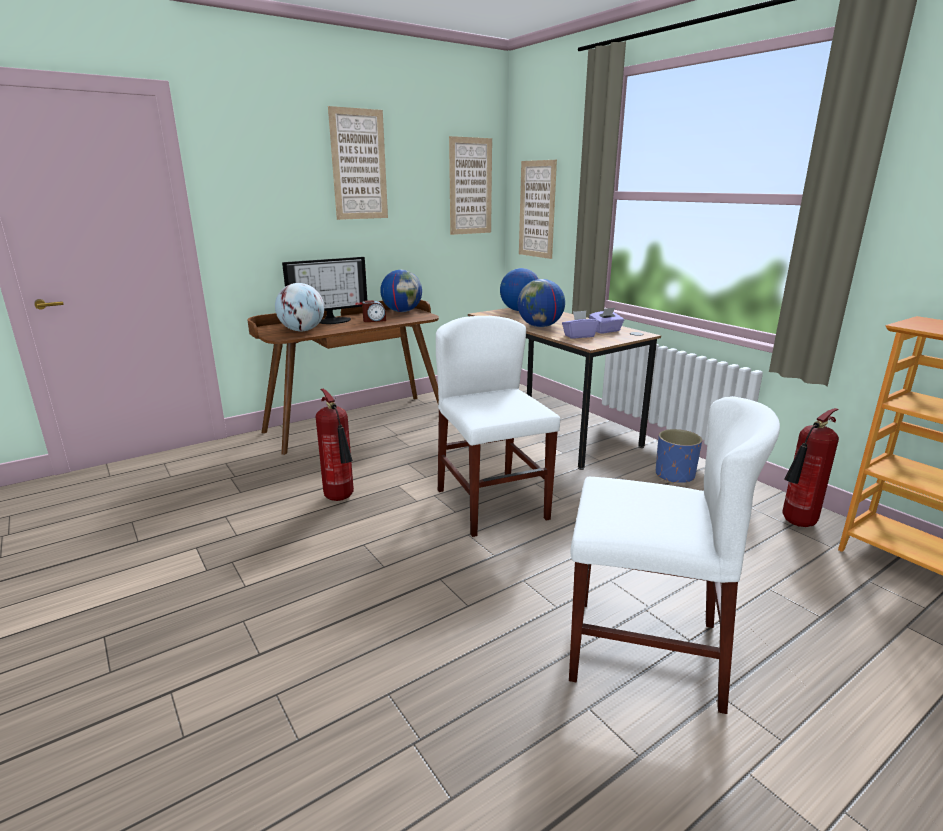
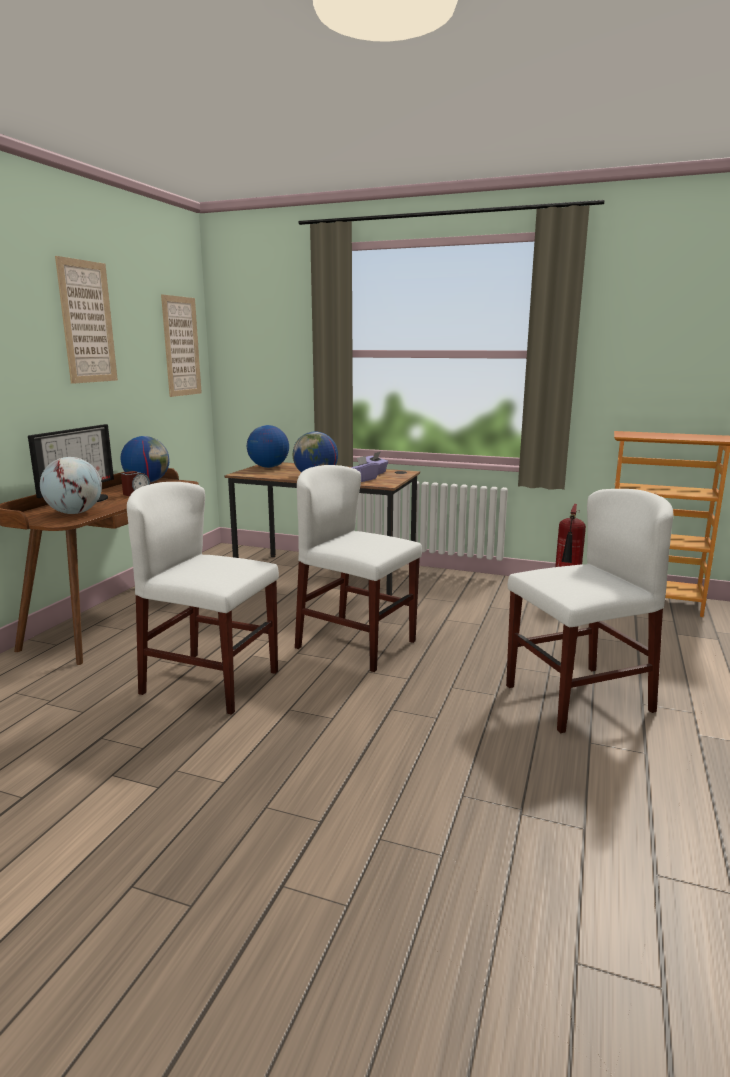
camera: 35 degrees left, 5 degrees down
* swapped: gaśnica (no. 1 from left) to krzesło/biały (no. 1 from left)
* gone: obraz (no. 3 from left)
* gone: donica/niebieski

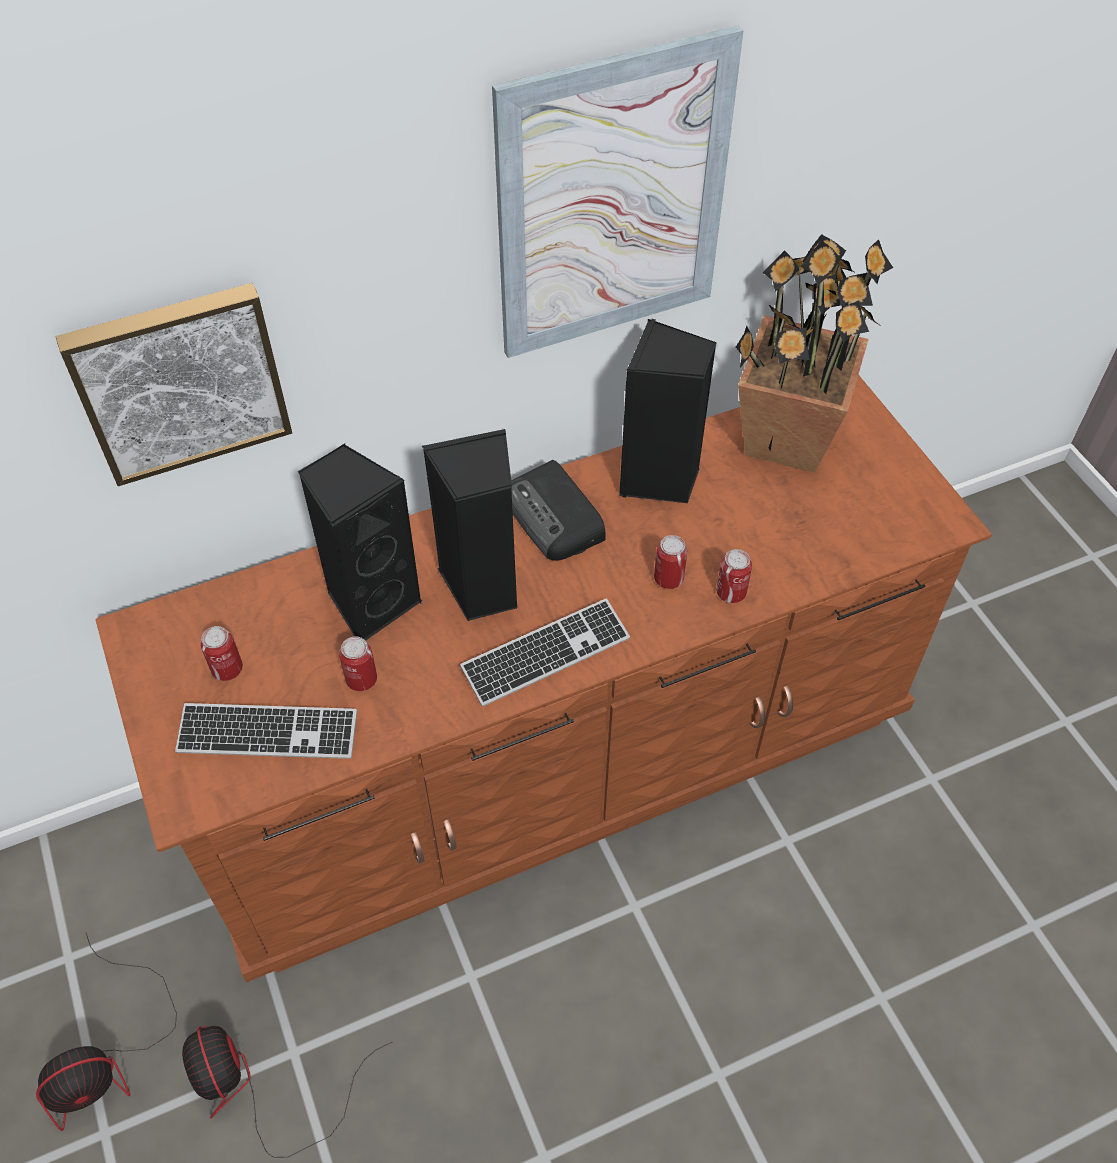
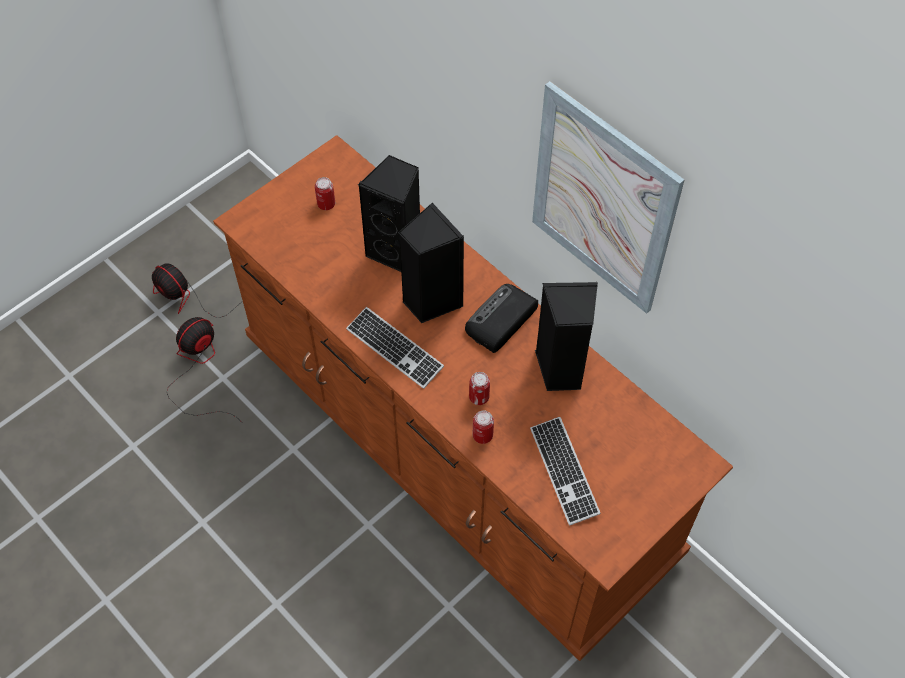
camera: 70 degrees right, 5 degrees up
* shifted: klawiatura (no. 1 from left in the first image) to klawiatura (no. 2 from left)
* gone: obraz (no. 1 from left)
* gone: puszka (no. 2 from left)
* gone: roślina doniczkowa

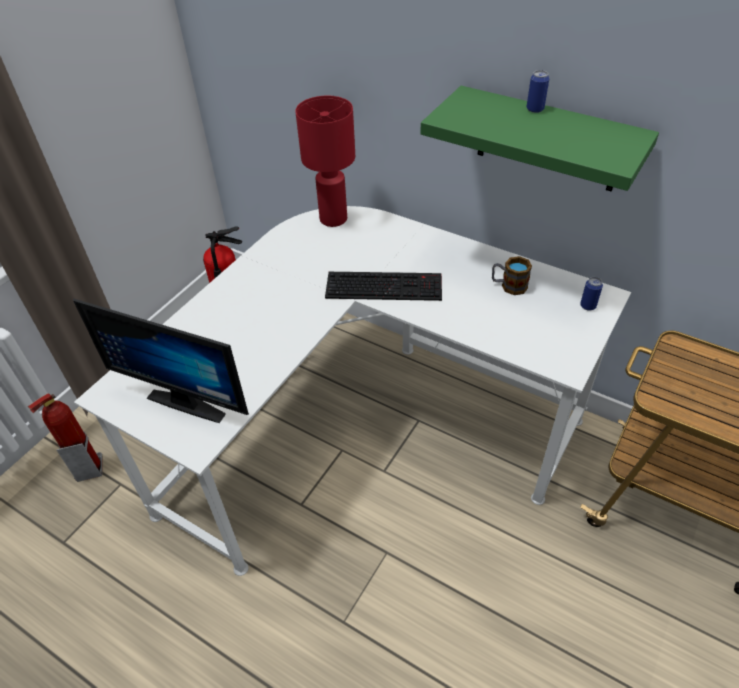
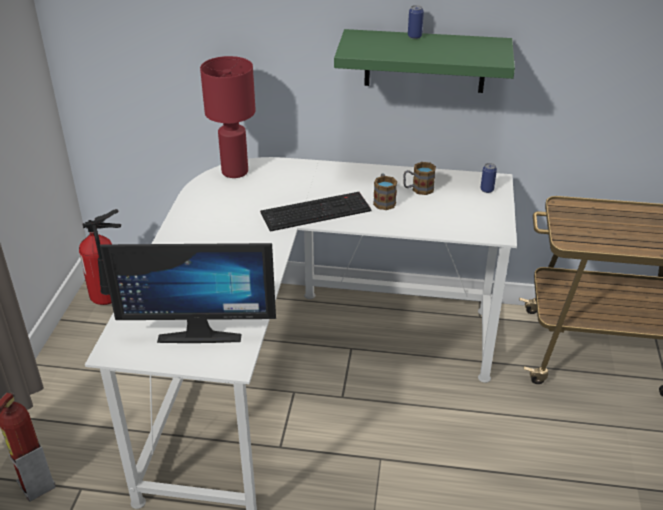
camera: 25 degrees left, 10 degrees down
* new: kubek (no. 1 from left)

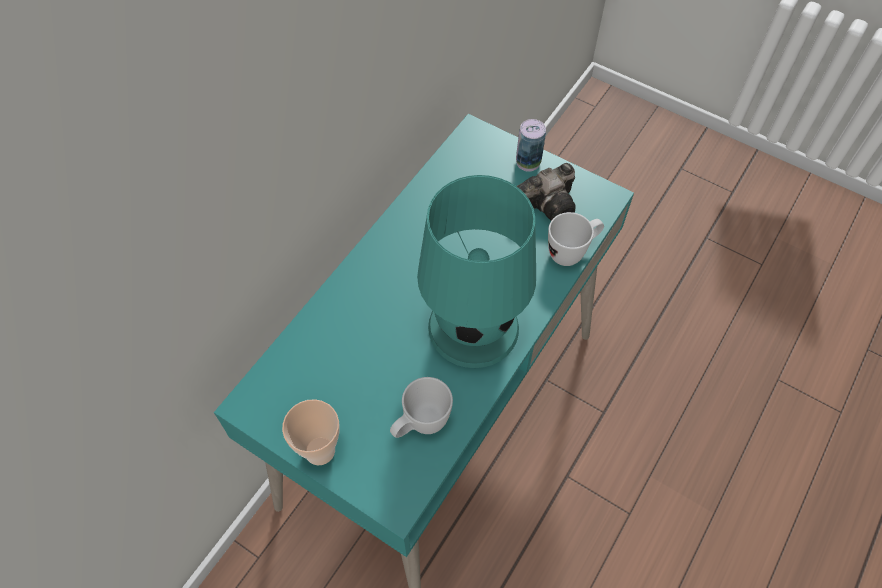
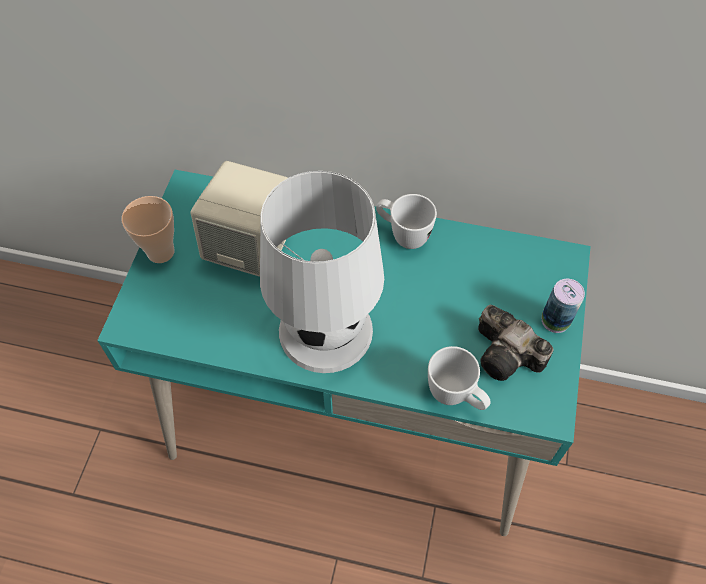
camera: 70 degrees right, 0 degrees up
* new: głośnik/beżowy
* repainted: lampa stołowa/turkusowy to lampa stołowa/biały
* shifted: kubek/biały (no. 1 from left)

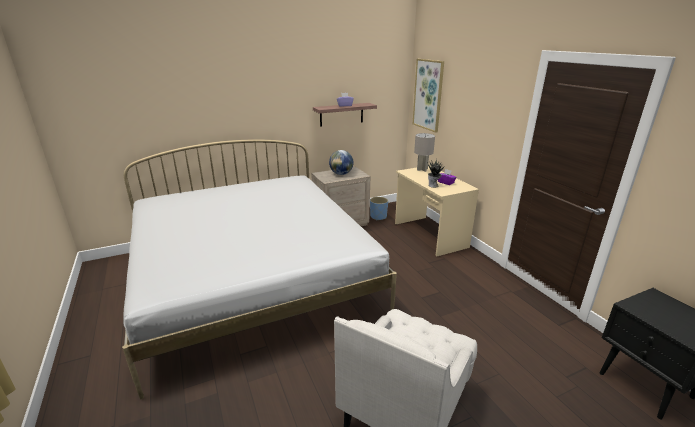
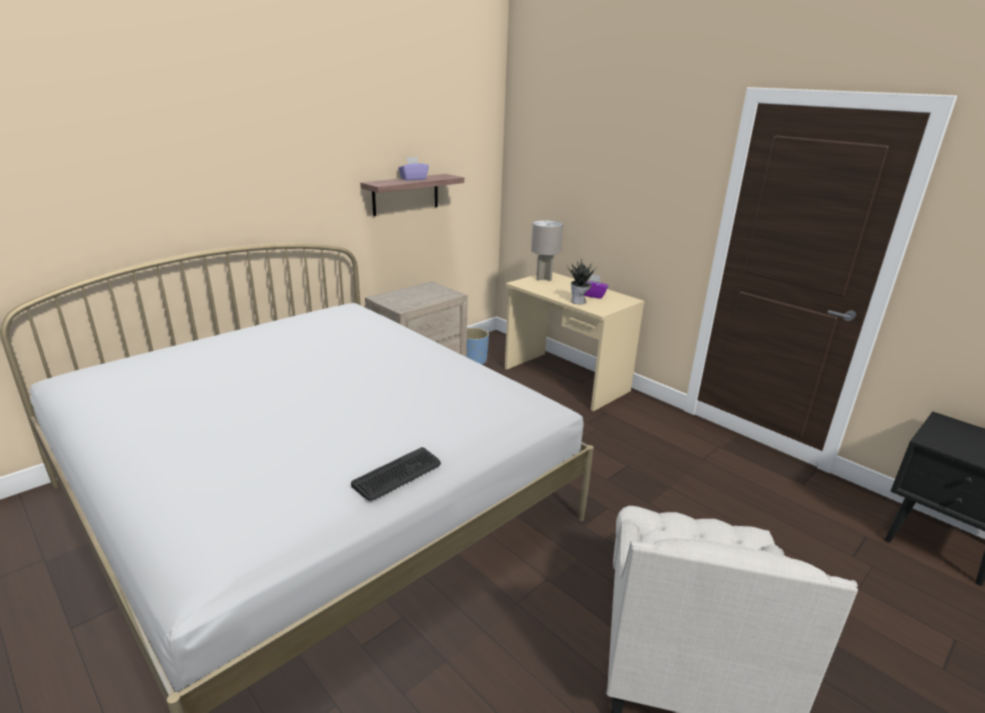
camera: 20 degrees left, 0 degrees up
* new: klawiatura
* gone: globus
* gone: obraz

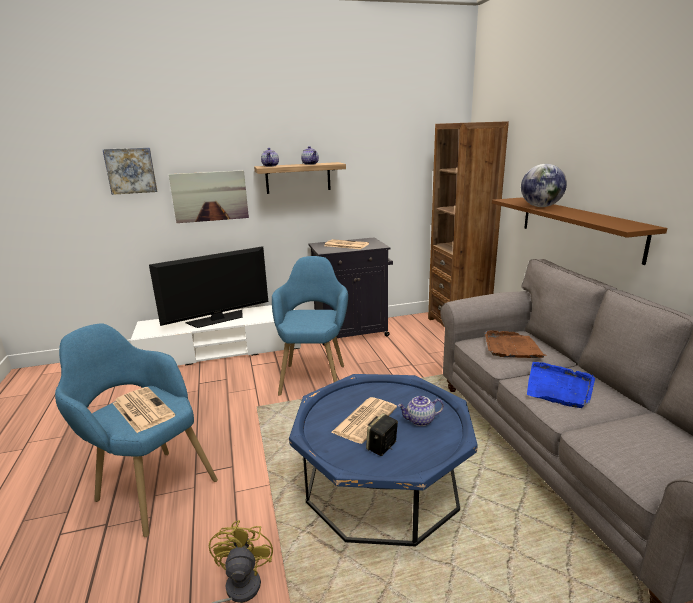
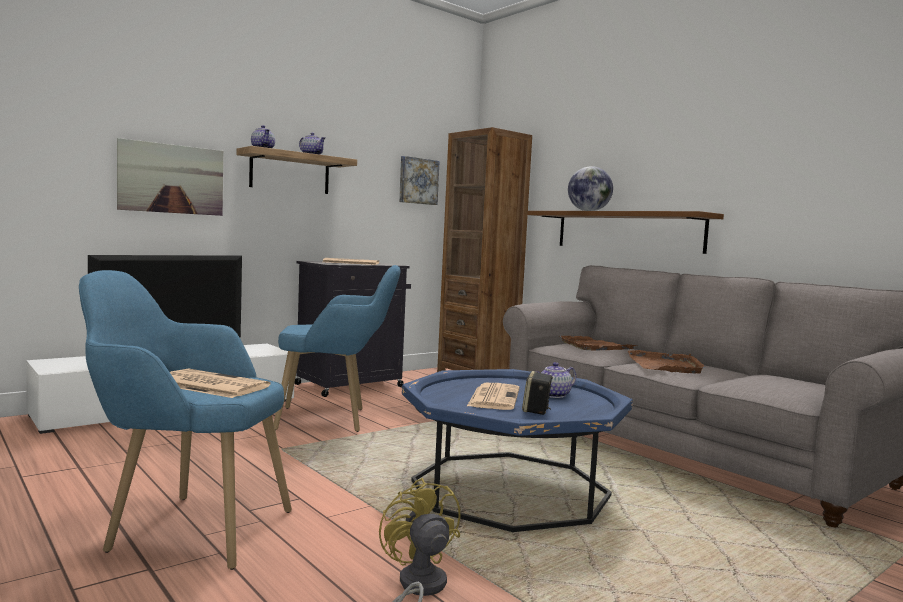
camera: 25 degrees left, 15 degrees down
* rotated: fotel/niebieski (no. 2 from left) 105 degrees clockwise
* shifted: obraz (no. 1 from left in the first image) to obraz (no. 2 from left)
* repainted: taca/niebieski to taca/brązowy (no. 2 from left)

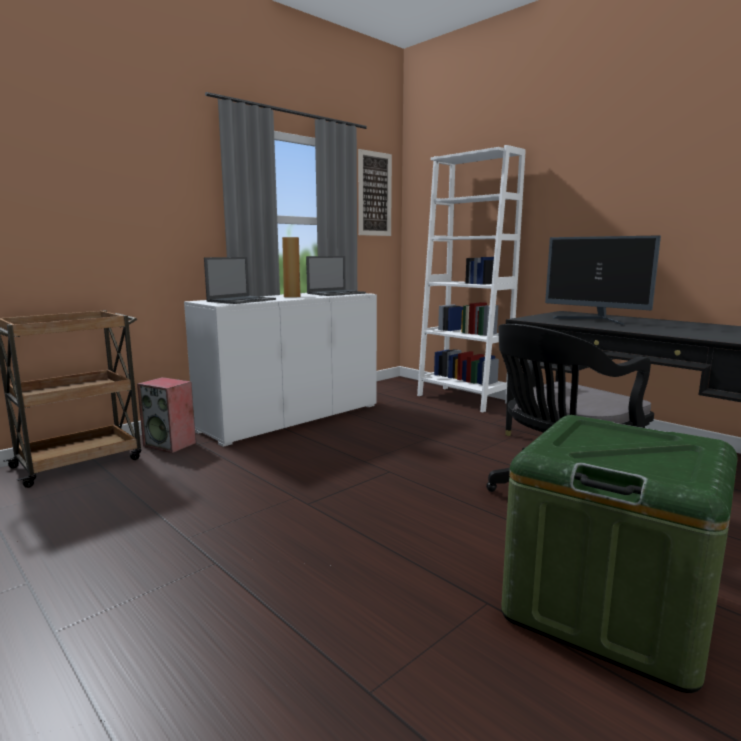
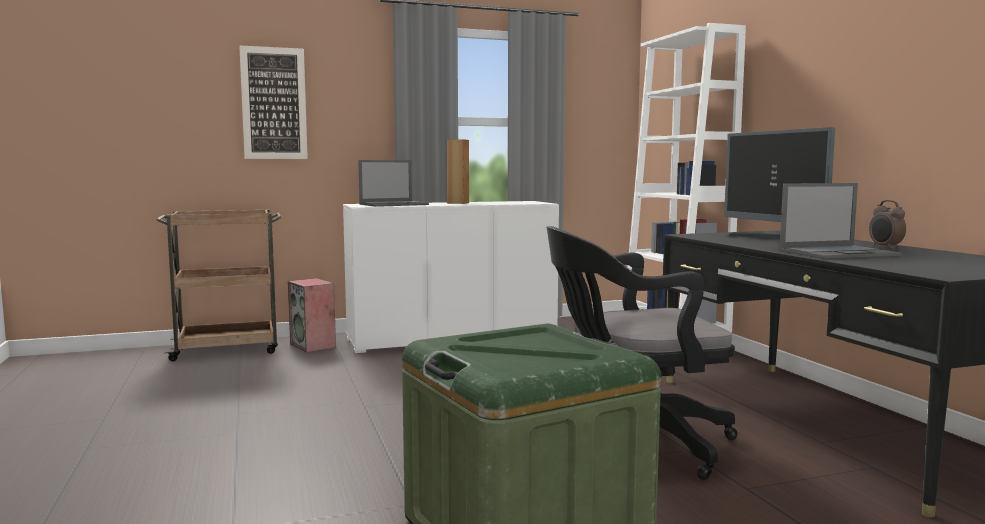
camera: 25 degrees right, 5 degrees down
* shifted: obraz
* shifted: laptop (no. 2 from left)
* new: budzik

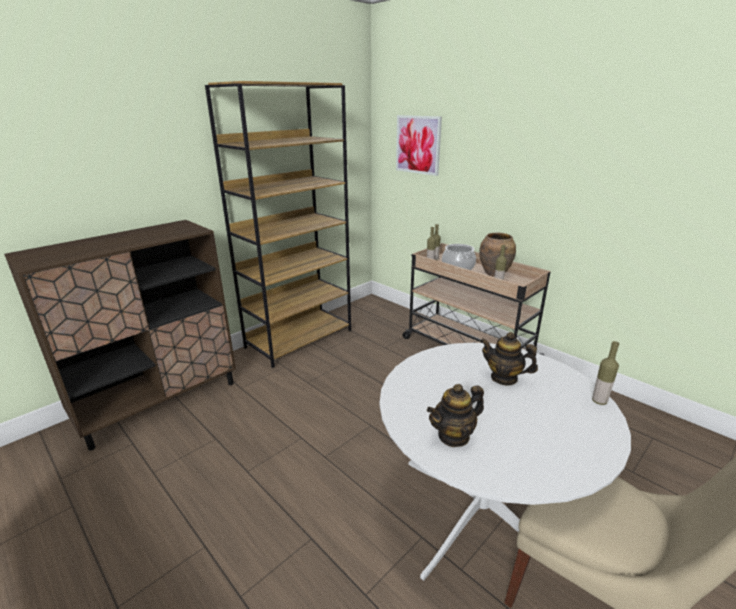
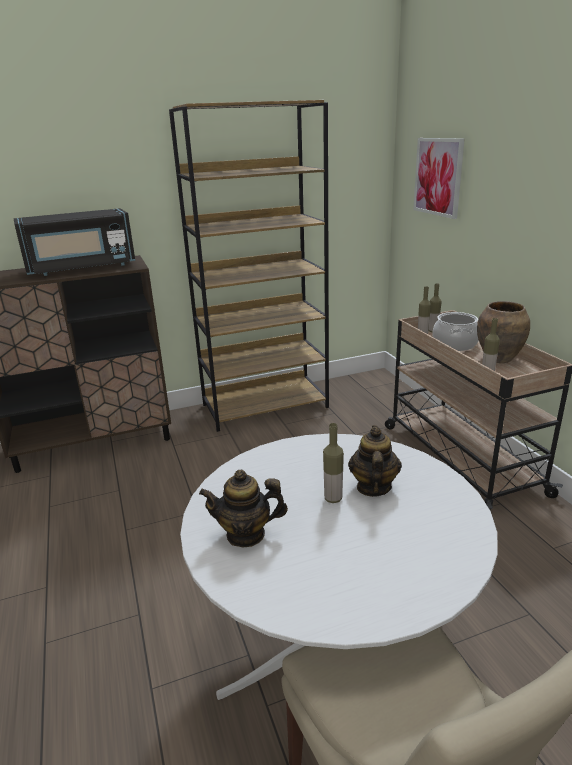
camera: 25 degrees right, 0 degrees up
* new: mikrofalówka/czarny
* shifted: butelka (no. 4 from left in the first image) to butelka (no. 1 from left)
* rotated: imbryk (no. 2 from left) 45 degrees clockwise

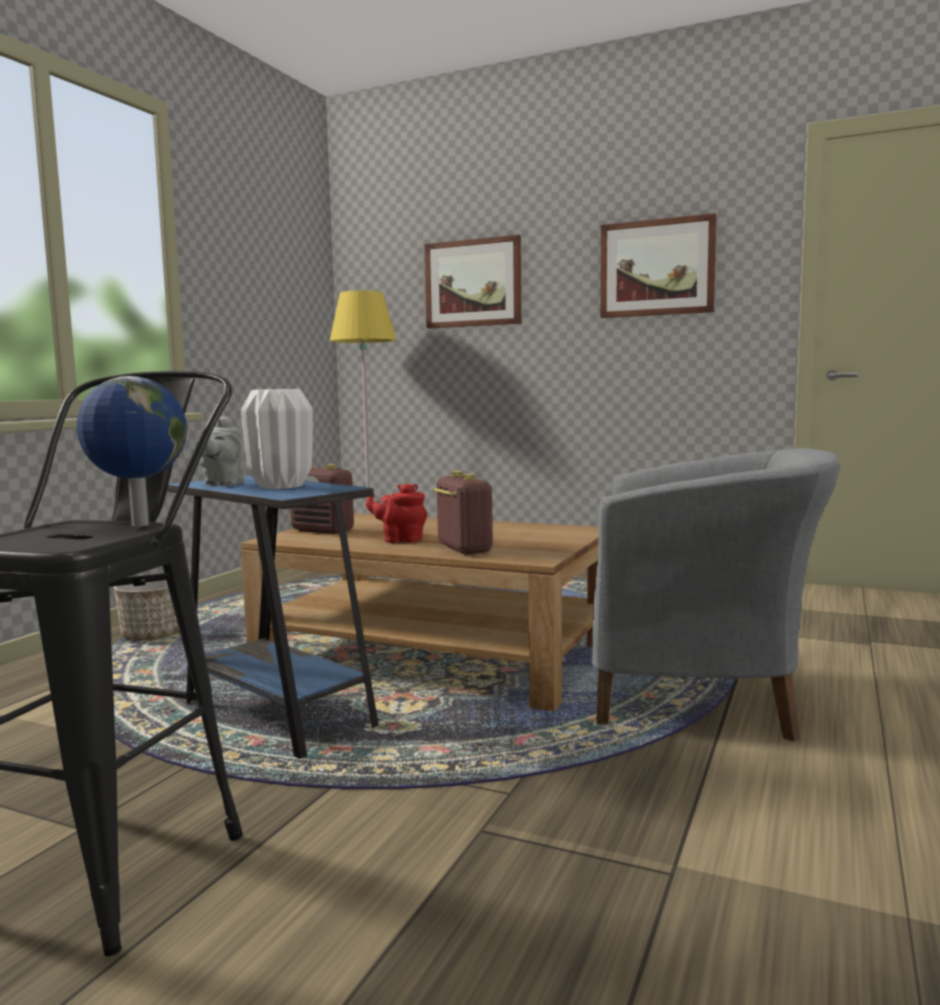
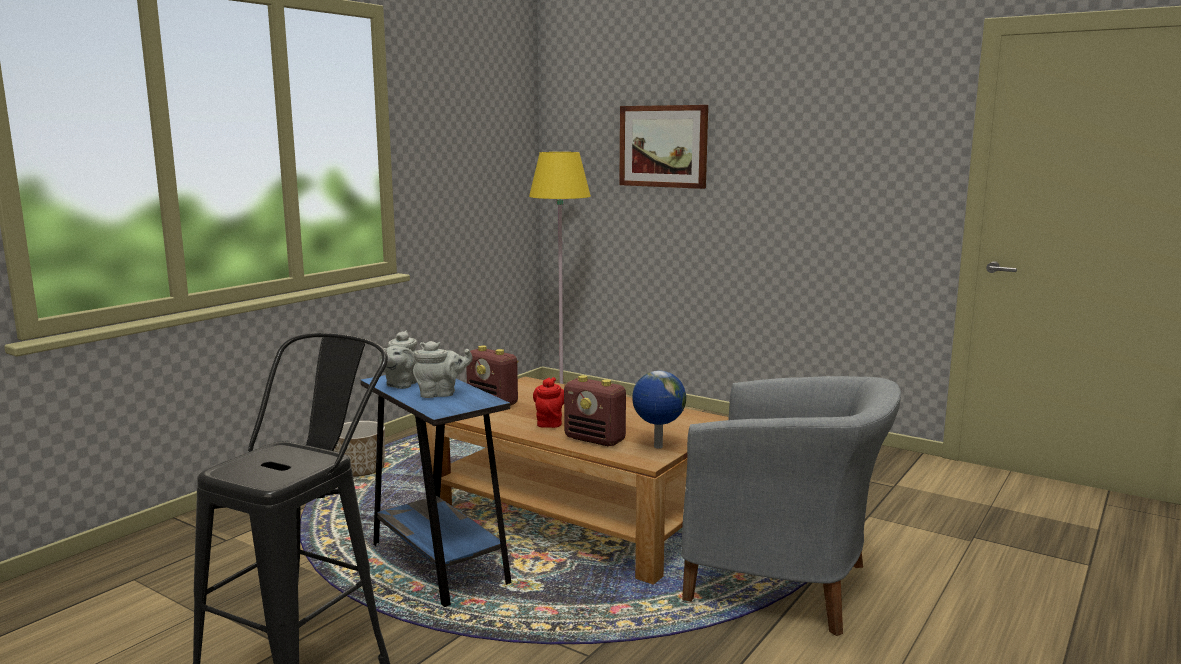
camera: 10 degrees right, 5 degrees up
* swapped: wazon/biały to imbryk/szary (no. 2 from left)
* rotated: imbryk/czerwony 75 degrees clockwise
* rotated: radio (no. 2 from left) 135 degrees clockwise
* shifted: globus
* gone: obraz (no. 2 from left)

